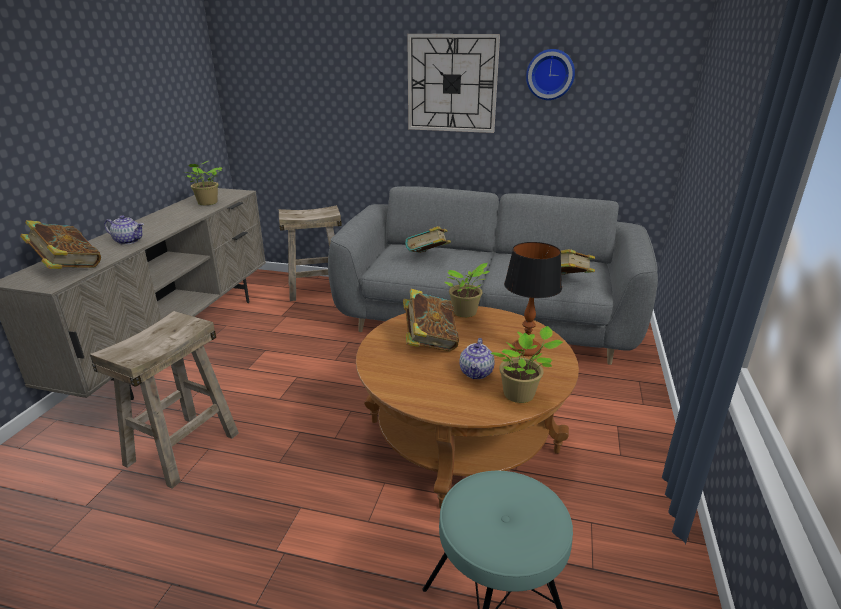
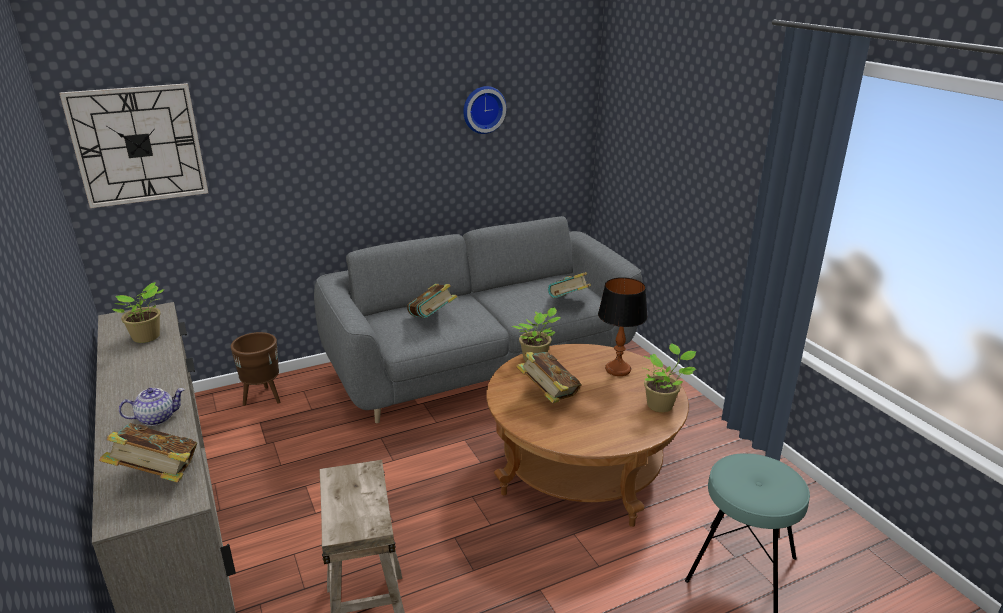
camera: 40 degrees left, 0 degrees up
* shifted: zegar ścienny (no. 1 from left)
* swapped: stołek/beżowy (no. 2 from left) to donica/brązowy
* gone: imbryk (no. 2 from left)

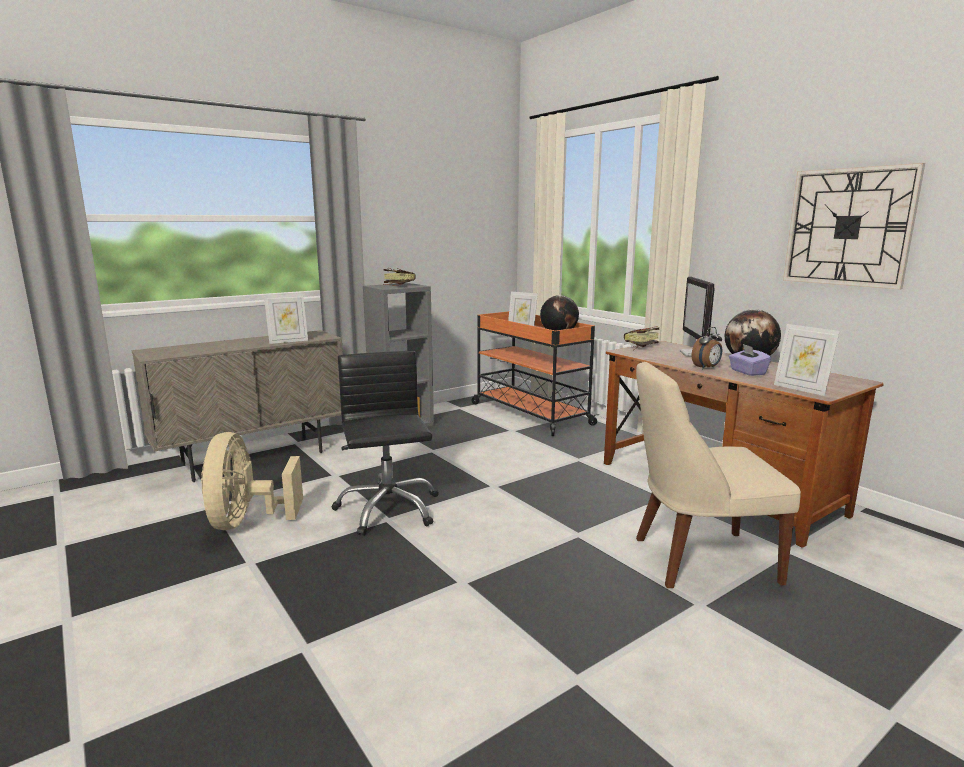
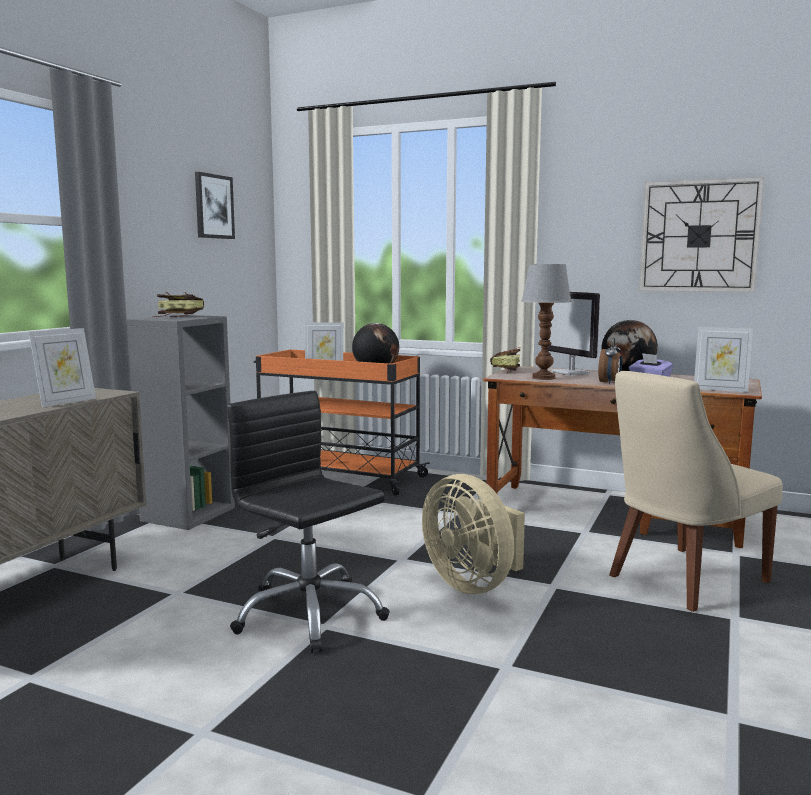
camera: 30 degrees left, 5 degrees down
* new: obraz
* shifted: wentylator/beżowy
* new: lampa stołowa

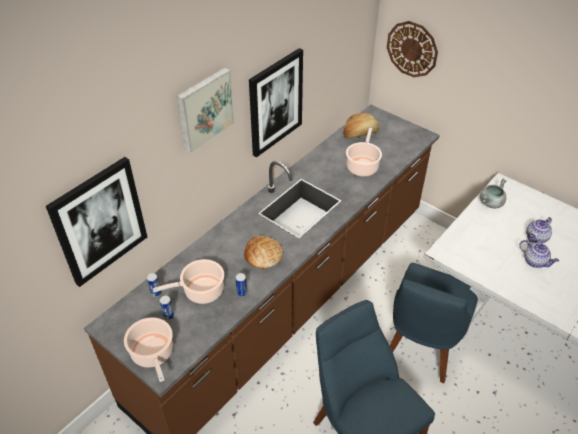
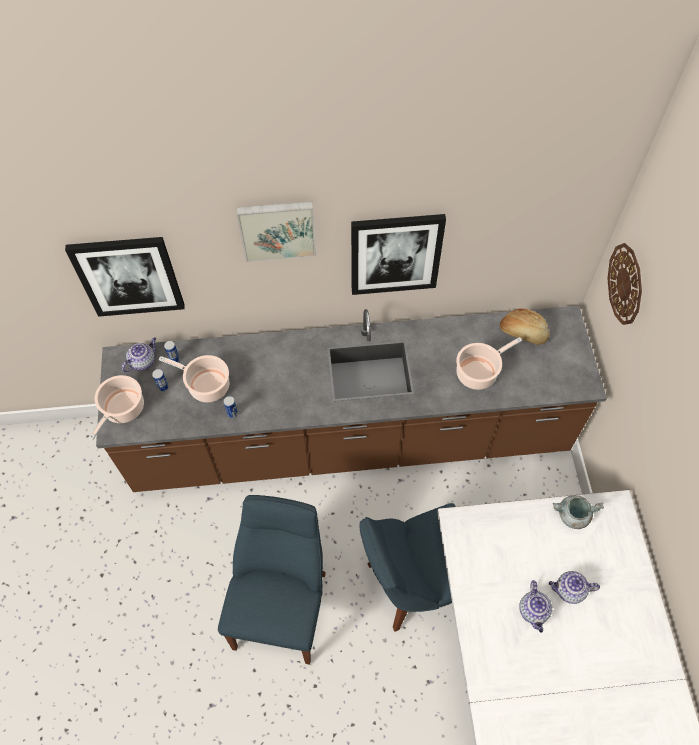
camera: 45 degrees right, 15 degrees up
* new: imbryk (no. 1 from left)
* gone: chleb (no. 1 from left)

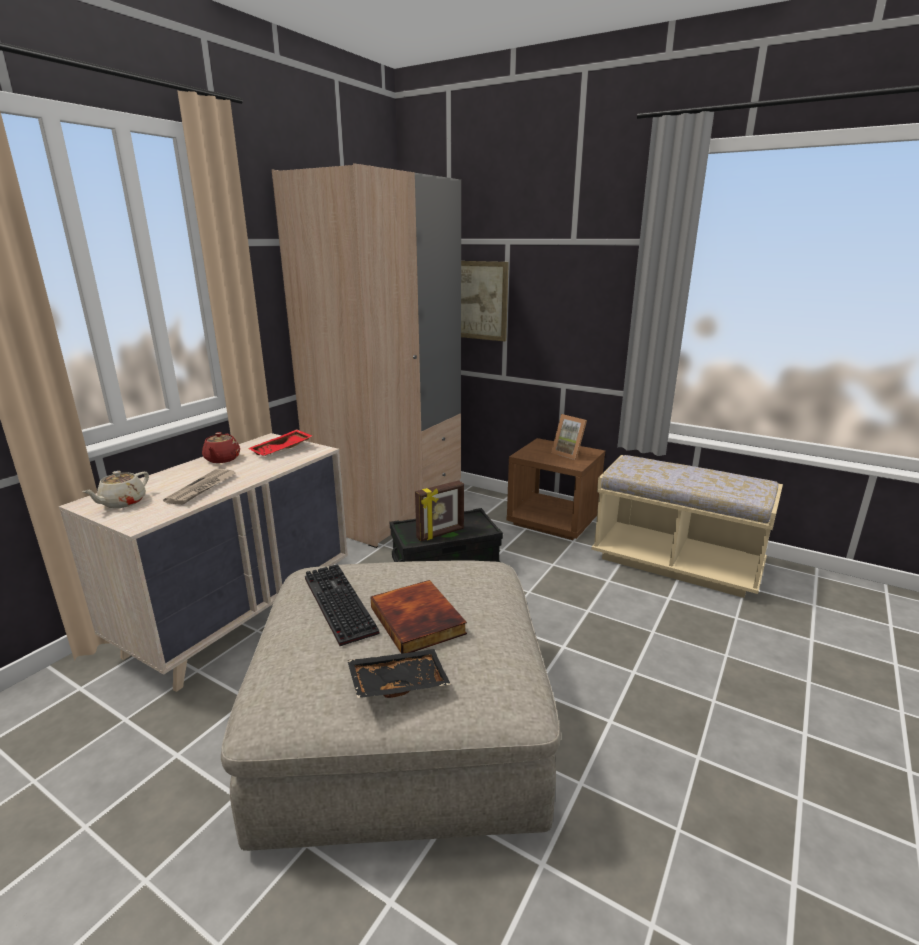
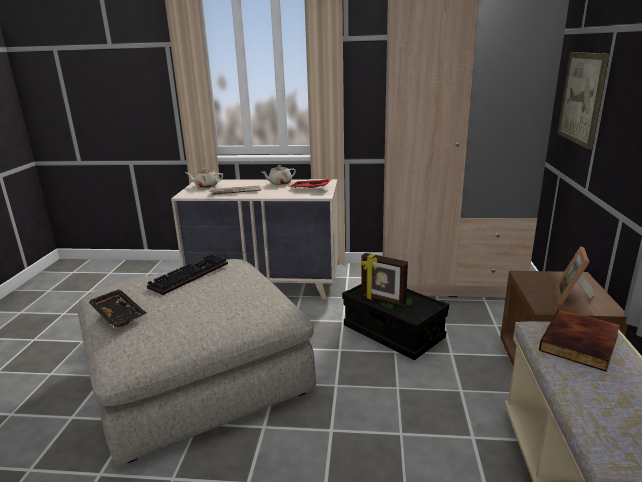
camera: 65 degrees right, 0 degrees up
* repainted: imbryk/czerwony to imbryk/beżowy (no. 2 from left)
* shifted: książka

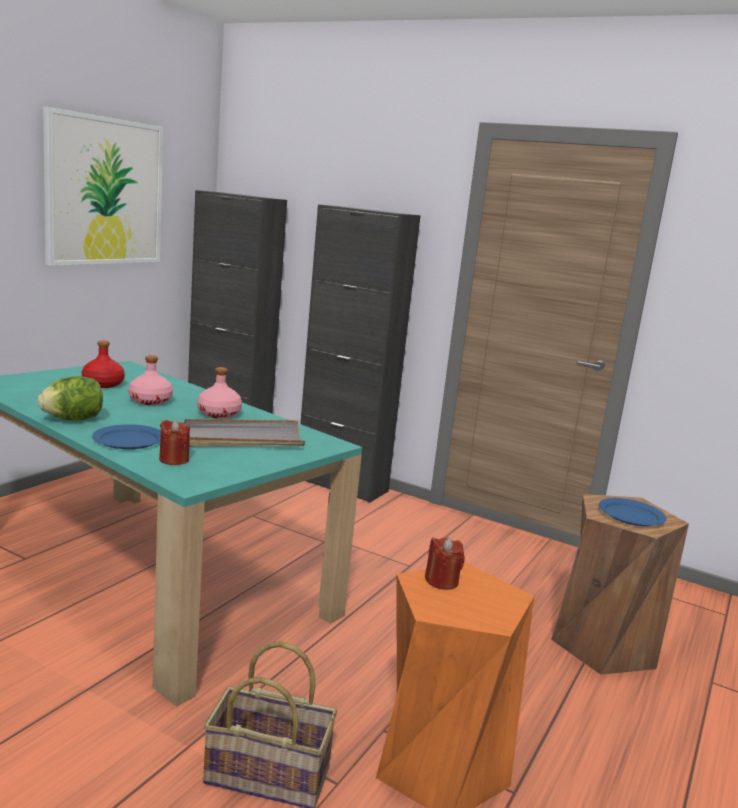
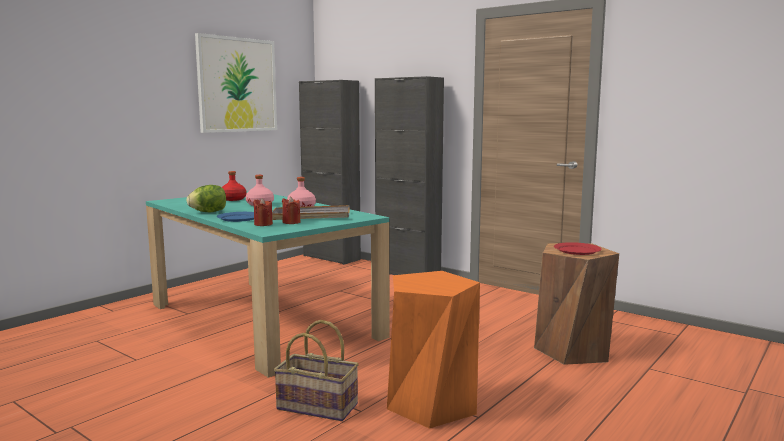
camera: 10 degrees right, 5 degrees down
* shifted: świeca/czerwony (no. 2 from left)
* repainted: talerz/niebieski (no. 2 from left) to talerz/czerwony

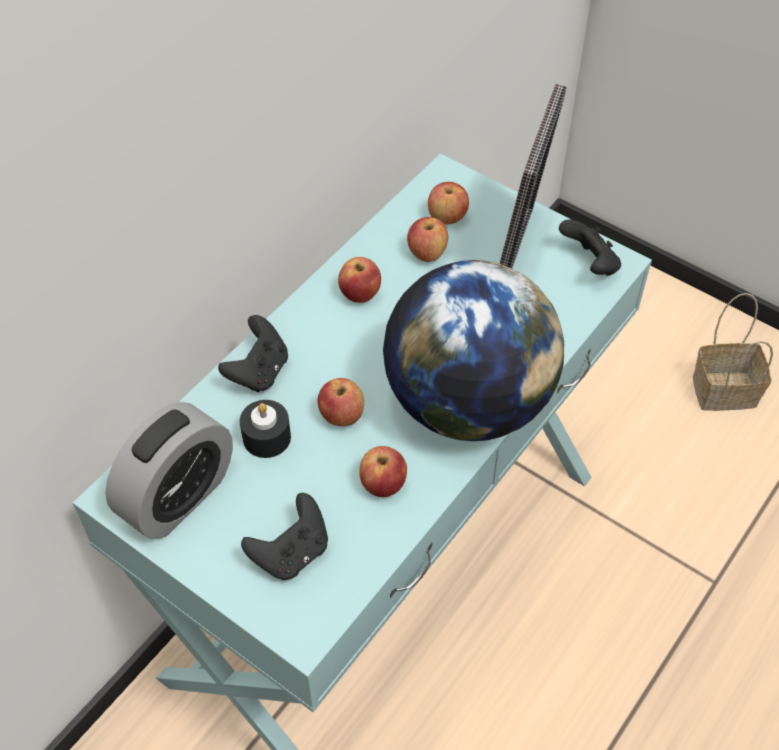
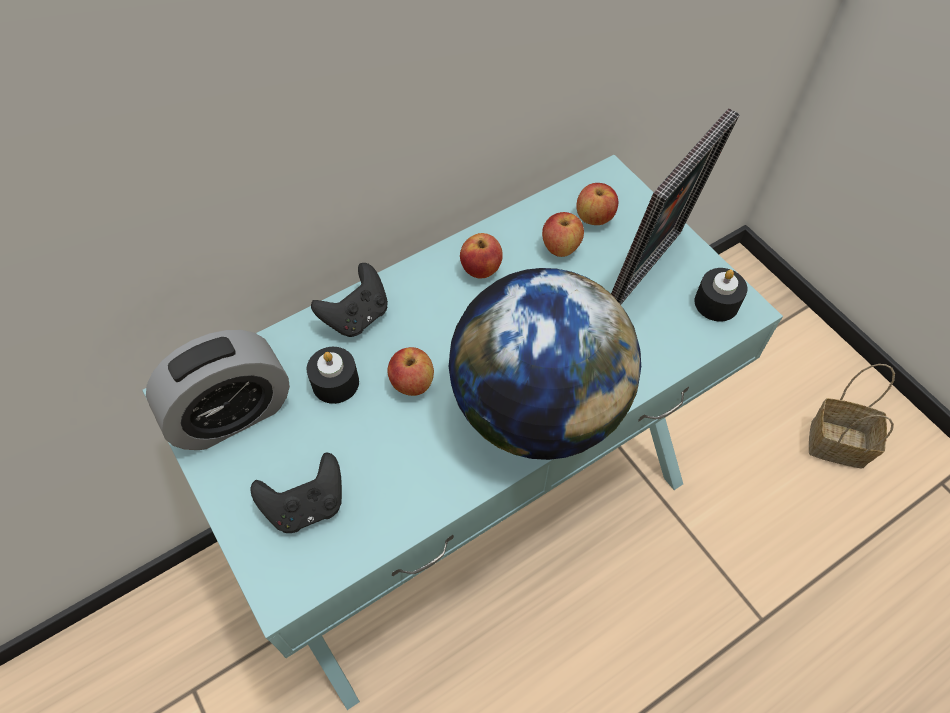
camera: 20 degrees right, 5 degrees up
* swapped: pad do gier/czarny (no. 3 from left) to świeca/czarny (no. 2 from left)
* gone: jabłko (no. 3 from left)

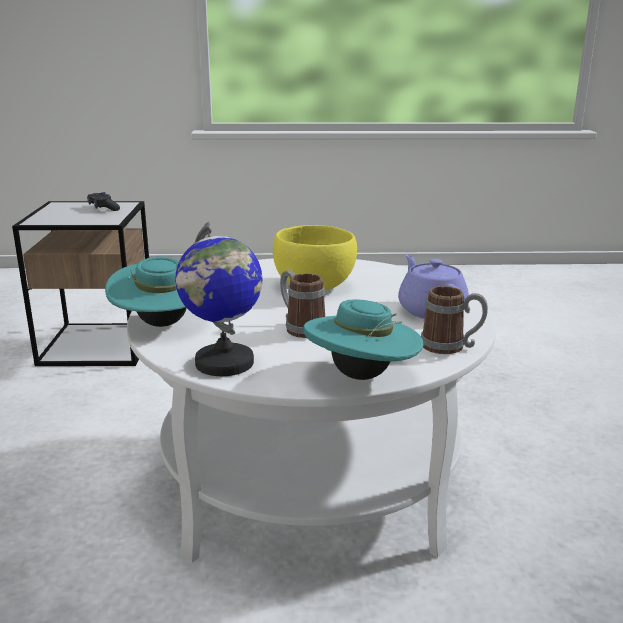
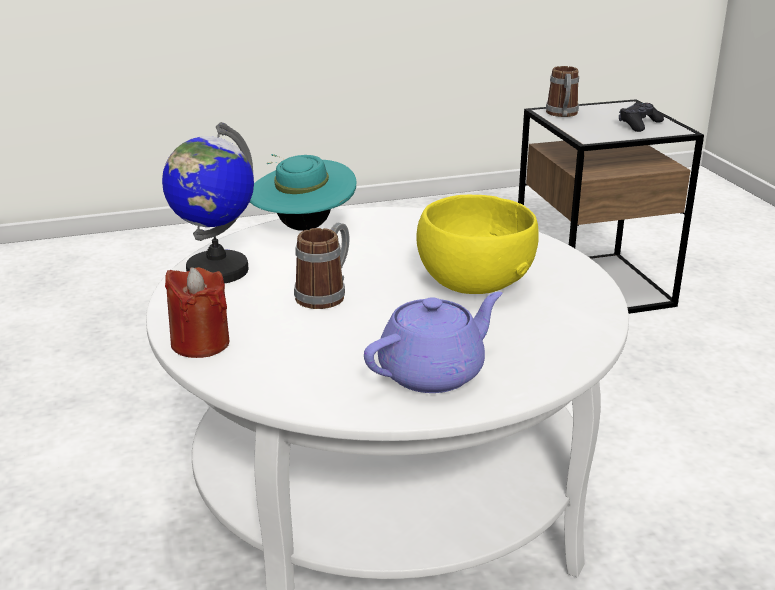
camera: 75 degrees right, 5 degrees up
* swapped: kapelusz/turkusowy (no. 2 from left) to świeca/czerwony
* shifted: kubek (no. 2 from left)

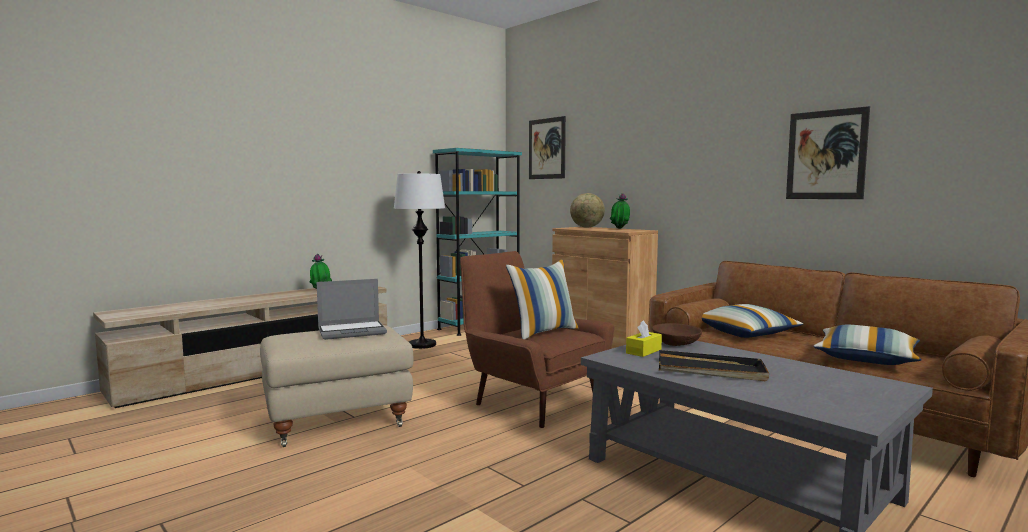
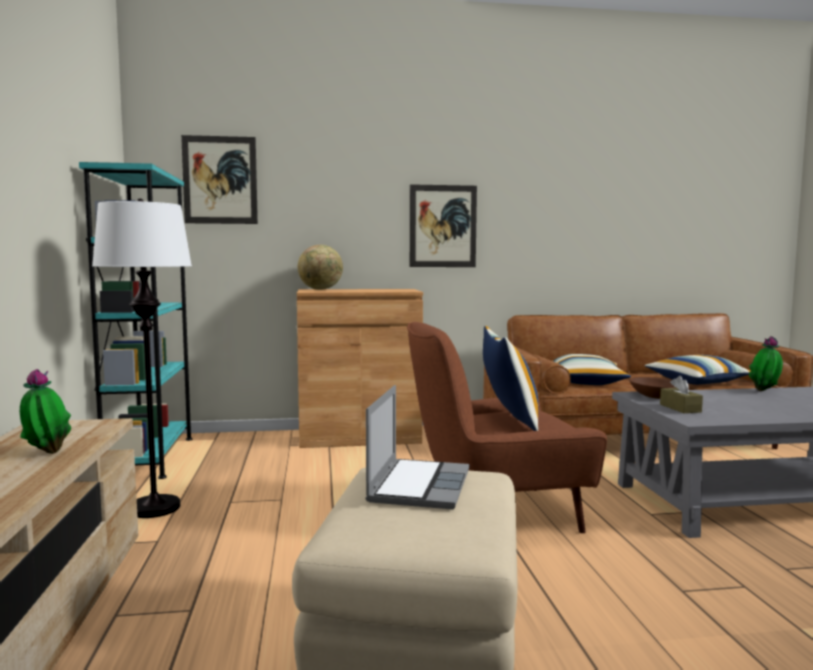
camera: 55 degrees left, 0 degrees up
* shifted: obraz (no. 2 from left)
* repainted: pudełko chusteczek/żółty to pudełko chusteczek/brązowy
* shifted: roślina doniczkowa (no. 2 from left)
* gone: taca/czarny

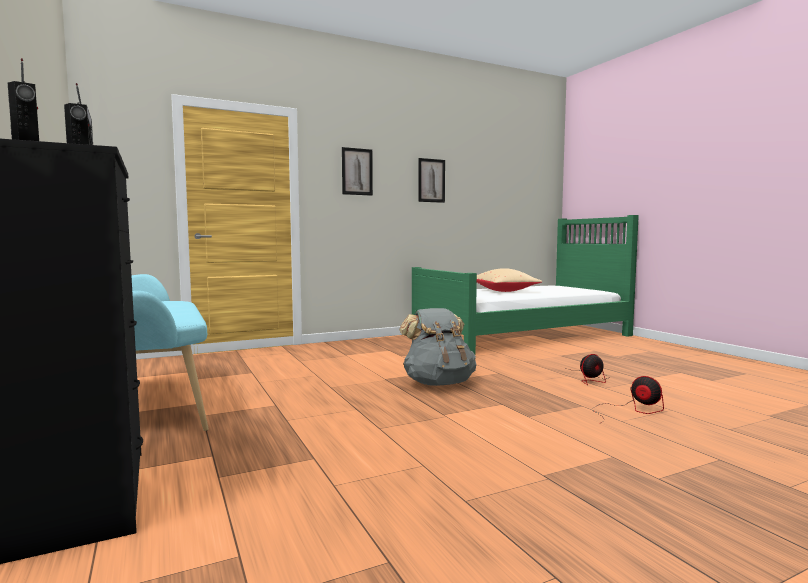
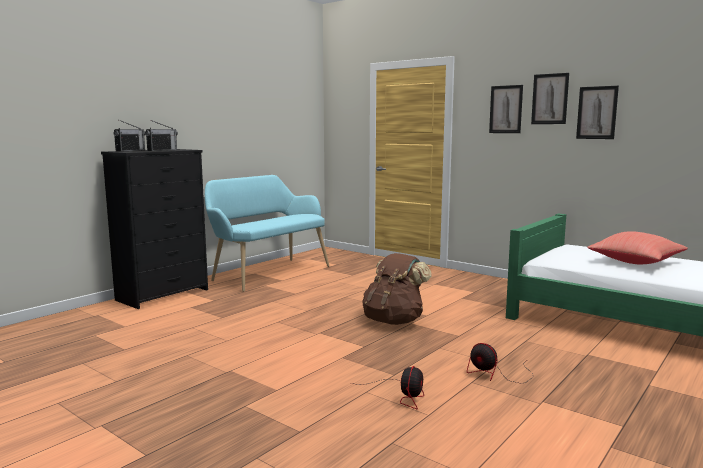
camera: 65 degrees right, 5 degrees up
* repainted: plecak/szary to plecak/brązowy
* new: obraz (no. 2 from left)
* repainted: poduszka/beżowy to poduszka/czerwony

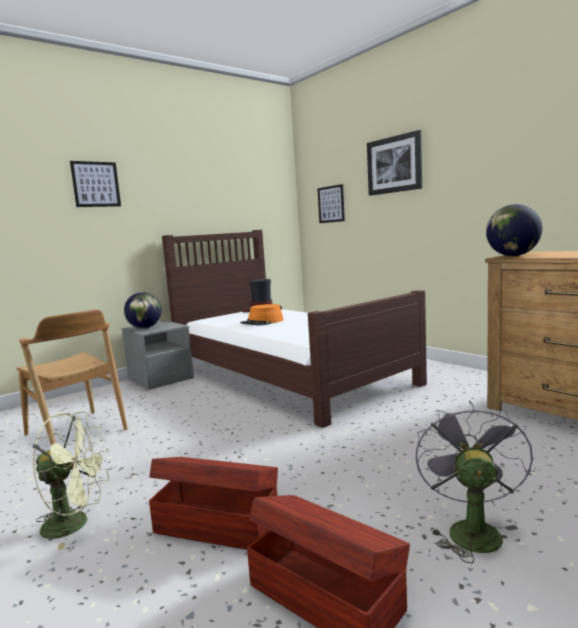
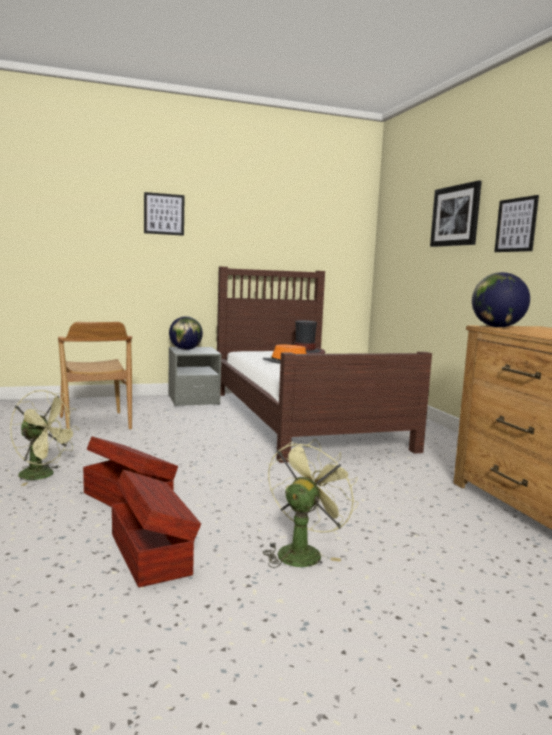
camera: 20 degrees right, 0 degrees up
* repainted: wentylator/szary to wentylator/zielony (no. 2 from left)
* shifted: obraz (no. 2 from left in the first image) to obraz (no. 3 from left)

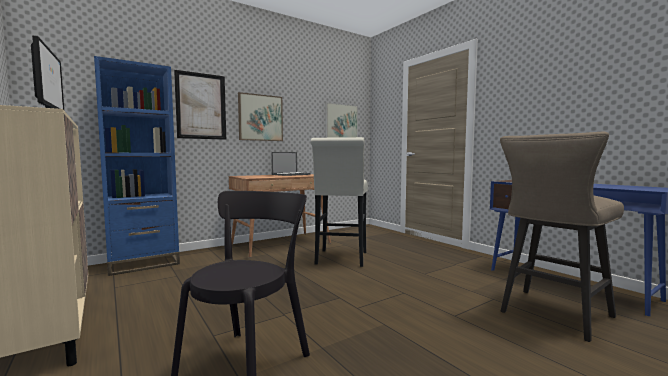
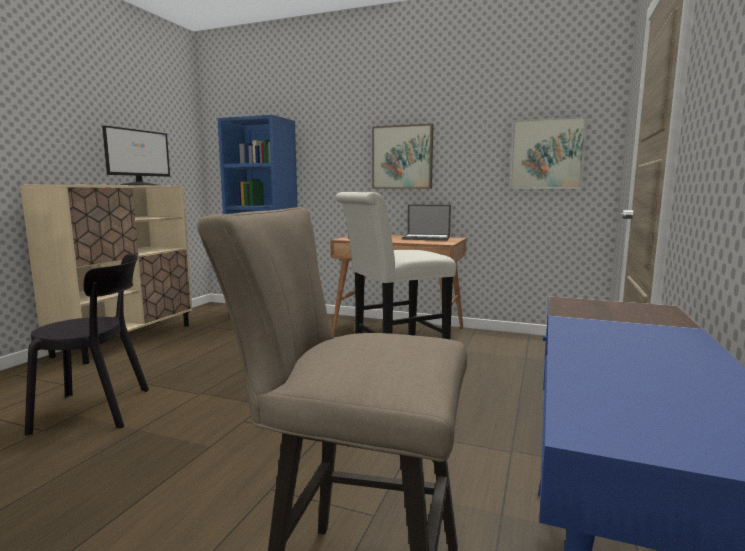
camera: 55 degrees right, 5 degrees up
* gone: obraz (no. 1 from left)

